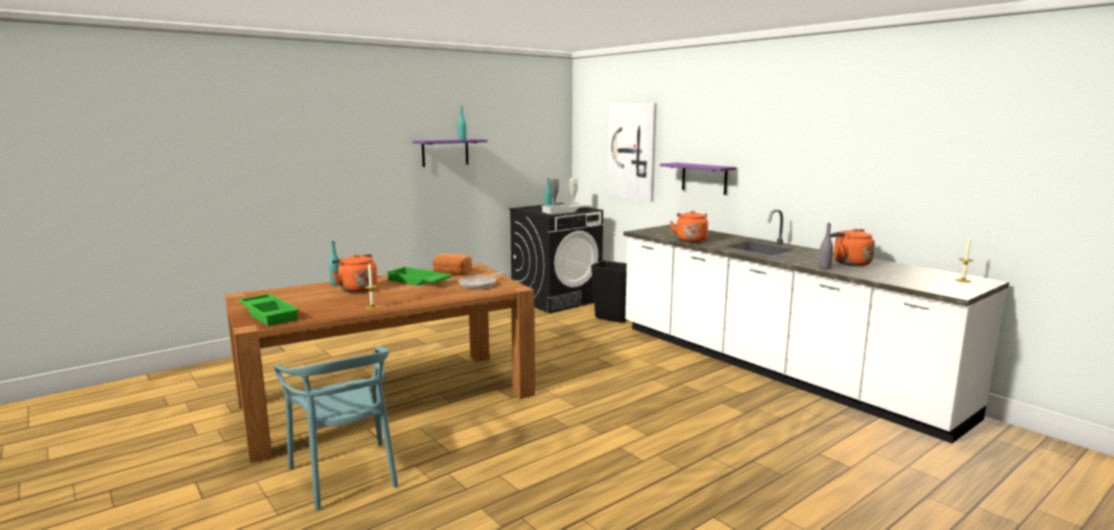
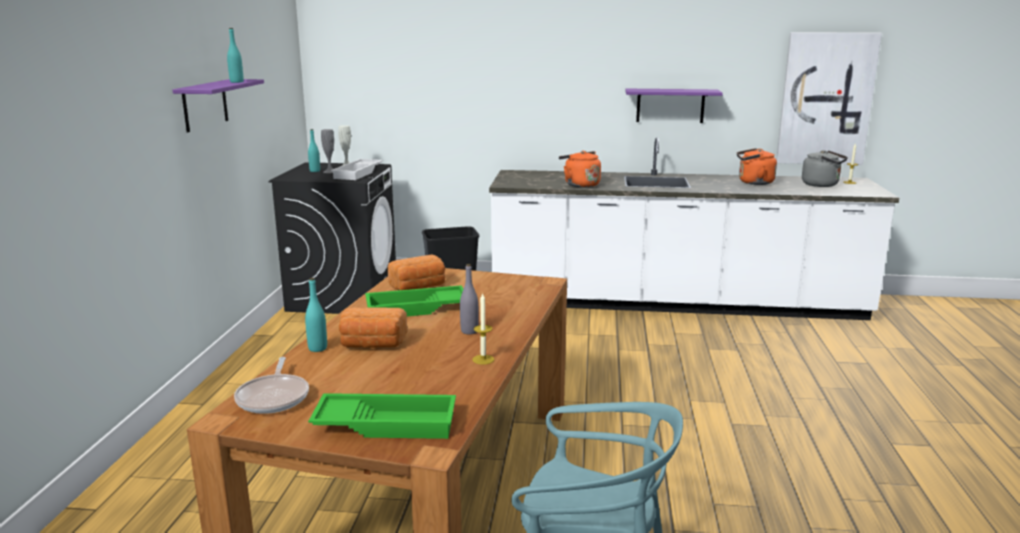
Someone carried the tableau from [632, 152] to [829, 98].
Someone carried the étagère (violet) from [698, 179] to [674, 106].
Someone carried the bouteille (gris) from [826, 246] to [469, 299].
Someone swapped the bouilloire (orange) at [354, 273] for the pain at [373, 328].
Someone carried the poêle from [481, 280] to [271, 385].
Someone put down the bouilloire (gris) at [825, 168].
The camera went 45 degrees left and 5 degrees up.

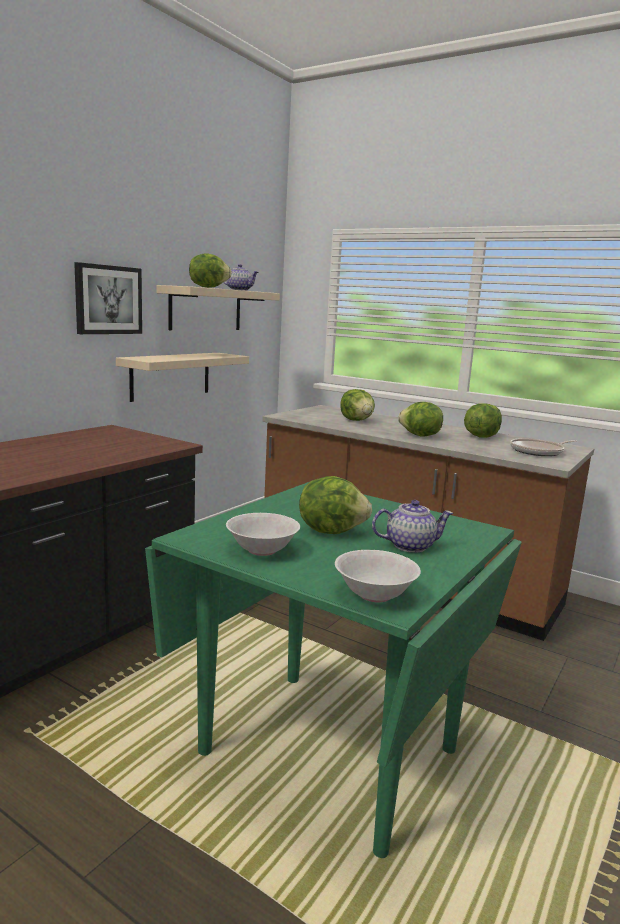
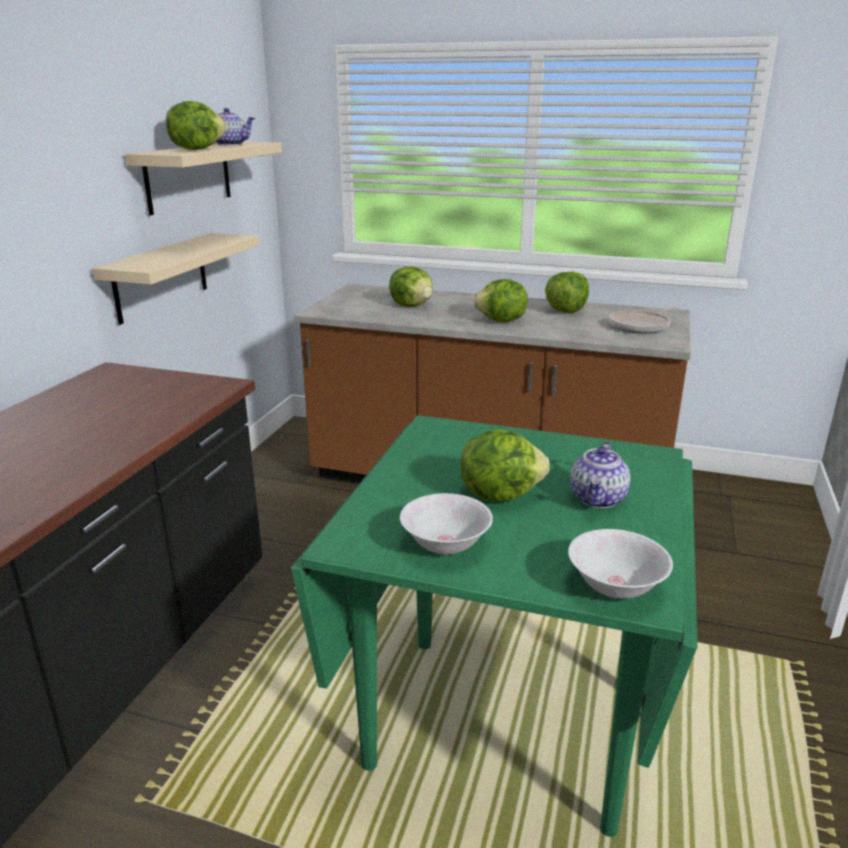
Someone took away the tableau at [108, 298].
Someone rotated the théière at [413, 526] by 135 degrees clockwise.
The camera went 15 degrees left and 10 degrees up.

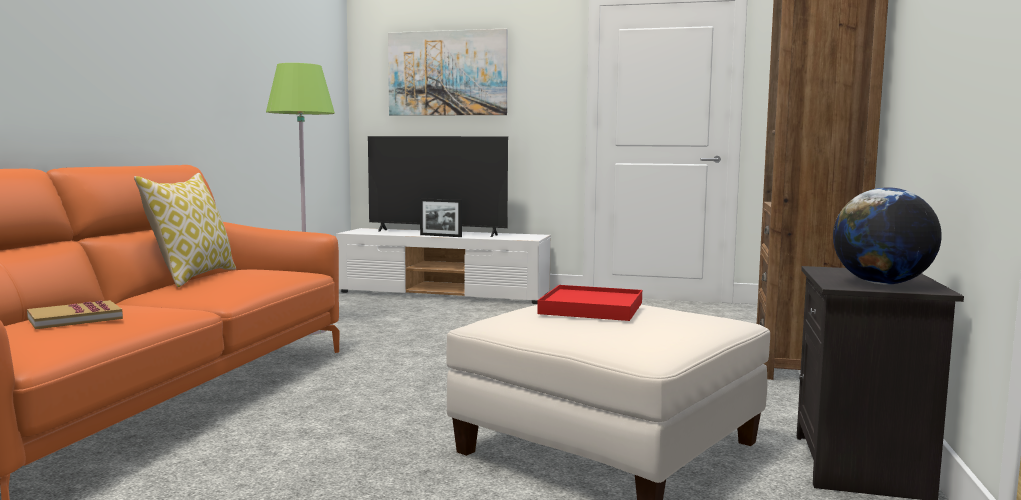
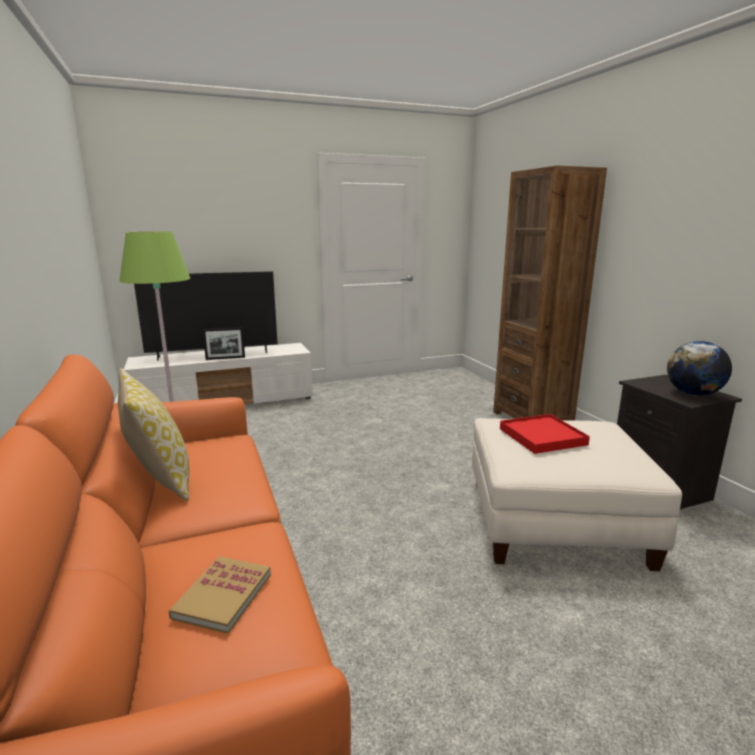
Someone took away the tableau at [448, 72].
The camera went 35 degrees left and 10 degrees up.

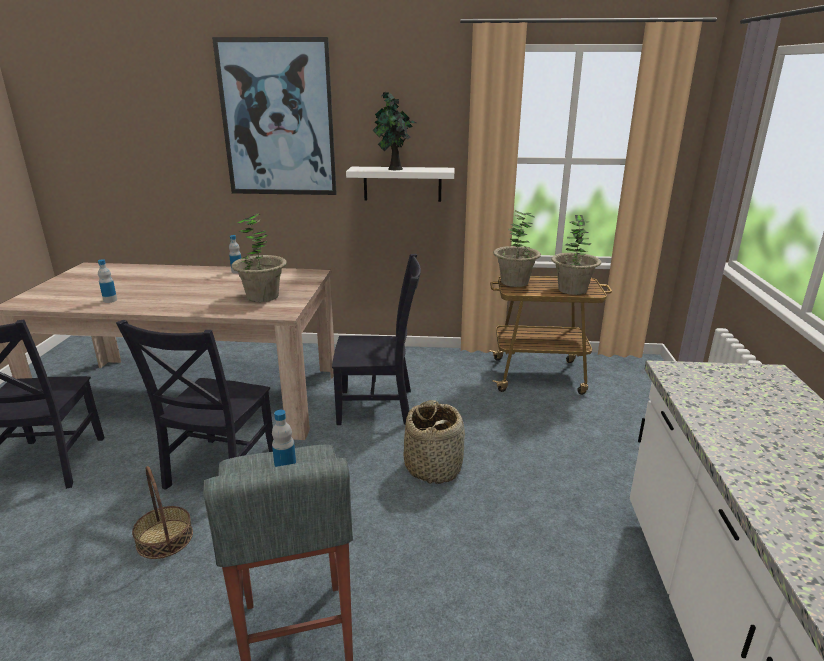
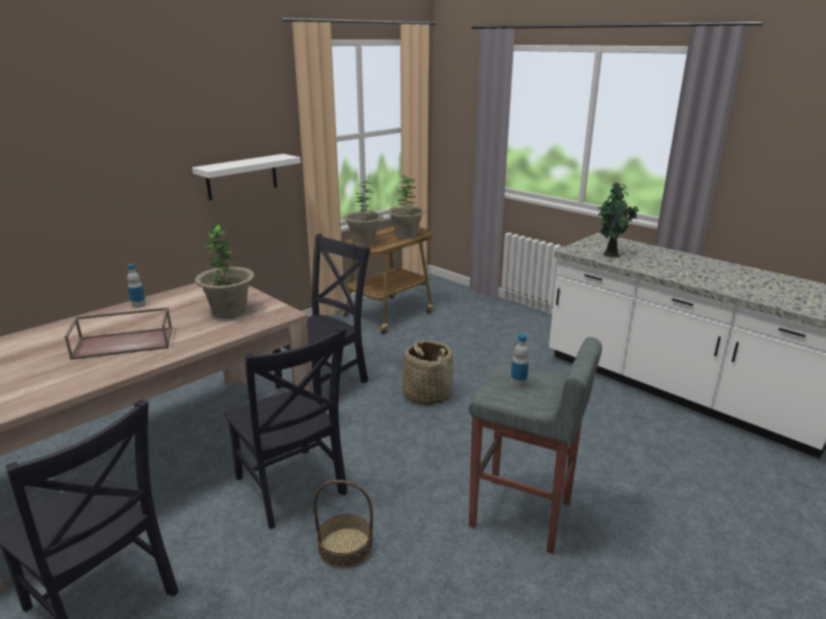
Someone took away the tableau at [274, 116].
Someone carried the plante en pot from [395, 131] to [618, 219].
Someone took away the bouteille at [107, 281].
Someone put down the plateau (marron) at [118, 333].
The camera went 50 degrees left and 0 degrees up.

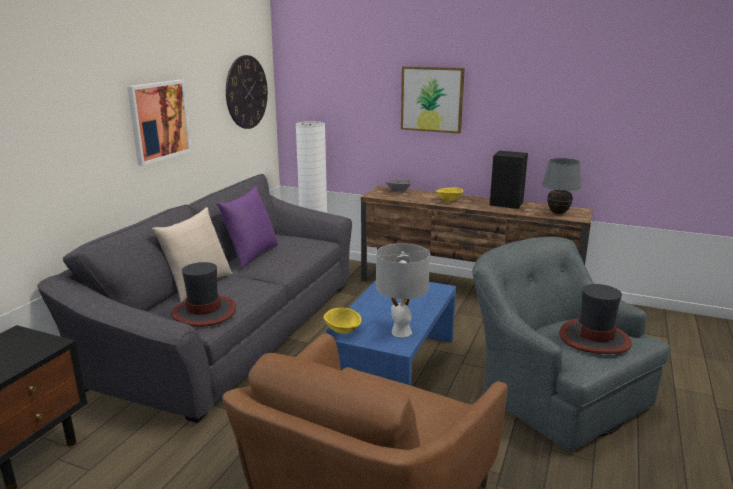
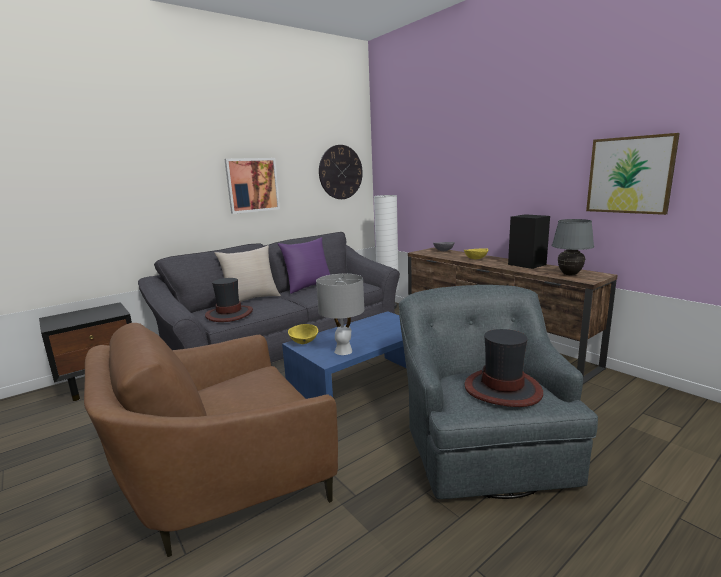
Someone carried the tableau from [433, 99] to [633, 174].
The camera went 30 degrees right and 5 degrees down.

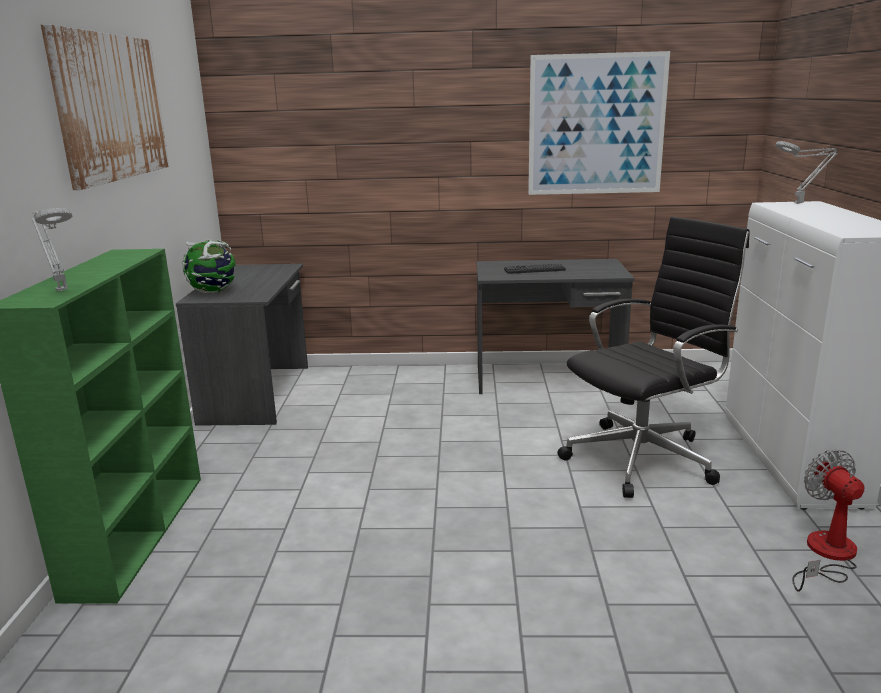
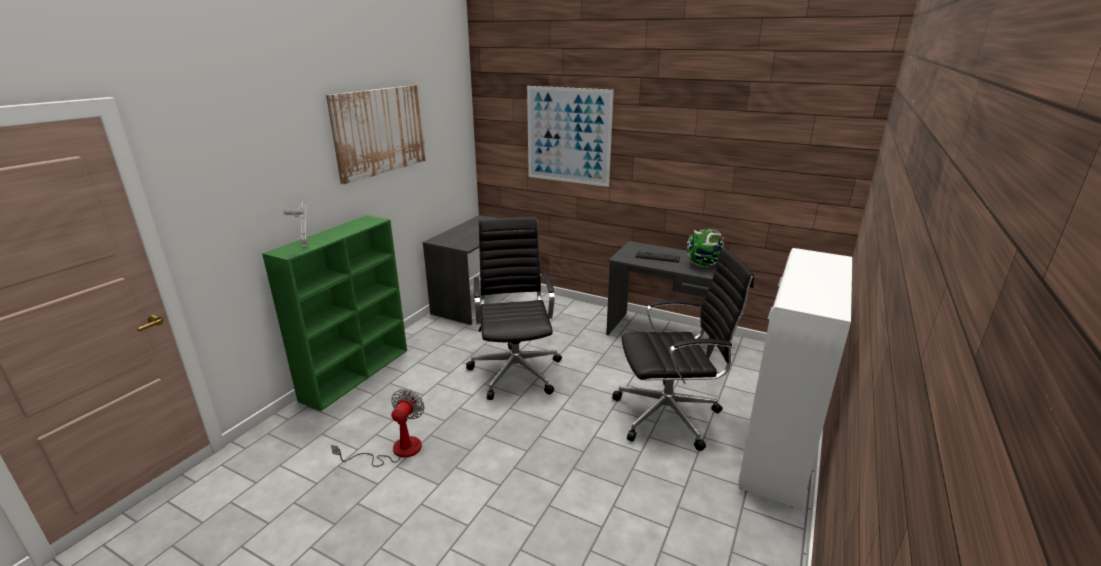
Someone carried the tableau from [599, 123] to [570, 136].
Someone took away the lampe de table (gris) at [806, 172].
Someone carried the globe from [208, 266] to [705, 248].
Someone carried the ventilateur from [828, 520] to [378, 428].
Someone put down the chaise de bureau (noir) at [514, 308].
The camera went 25 degrees right and 5 degrees up.

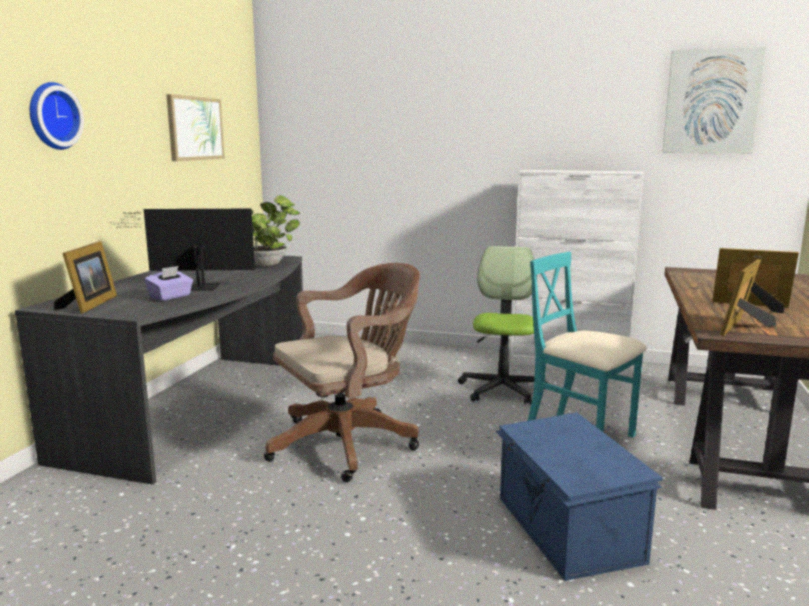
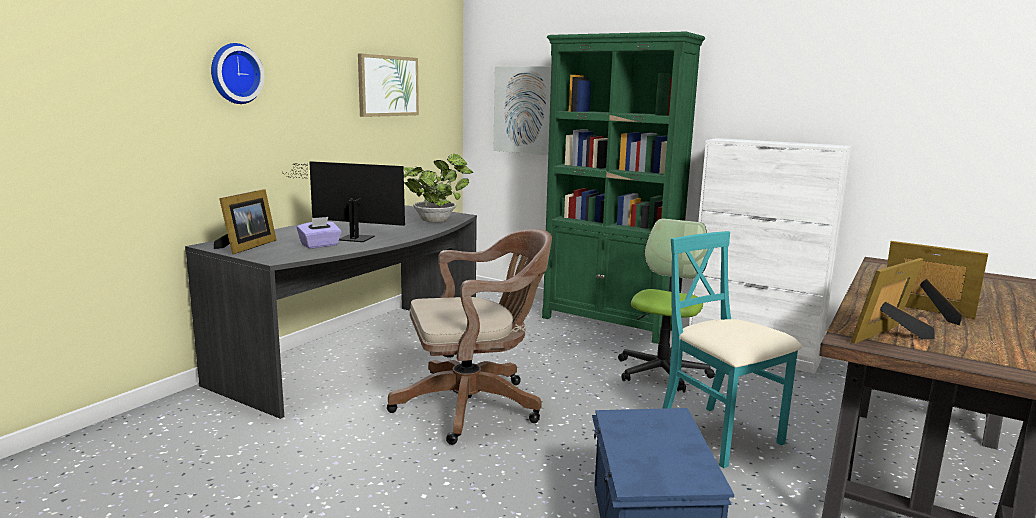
Someone carried the tableau from [714, 100] to [522, 110].
Someone put down the bibliothèque (vert) at [623, 188].
The camera went 15 degrees right and 0 degrees up.

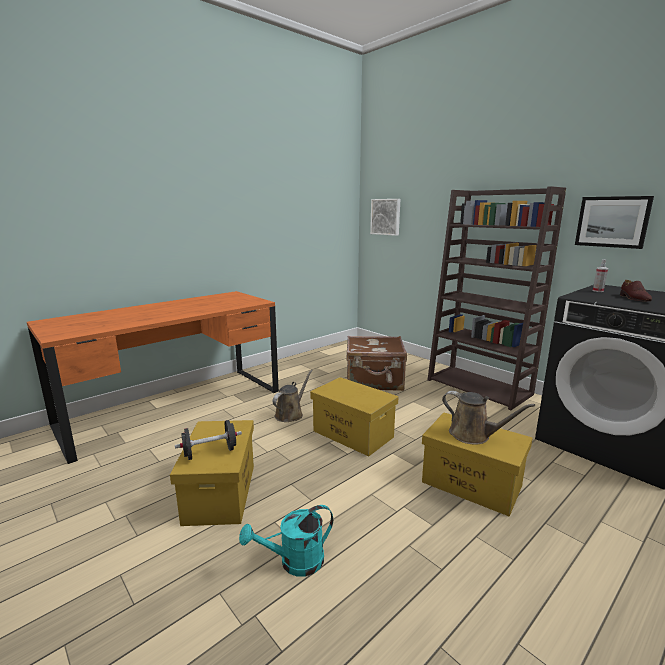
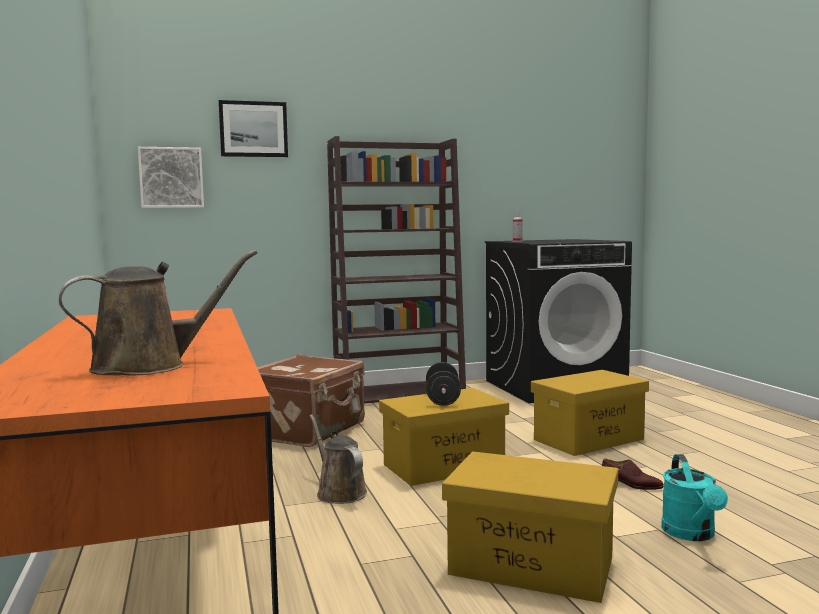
Someone carried the tableau from [614, 222] to [253, 128].
Someone carried the chaussure (marron) from [636, 290] to [633, 474].
Someone carried the arrosoir (marron) from [488, 418] to [158, 312].
Someone carried the haltère (noir) from [208, 440] to [443, 384].
The camera went 65 degrees left and 10 degrees down.

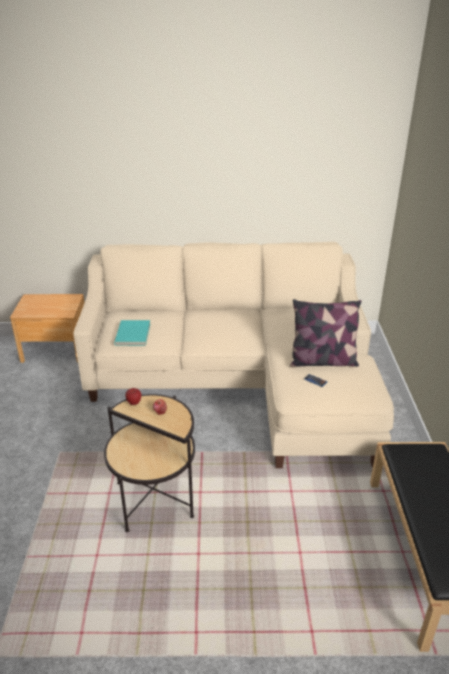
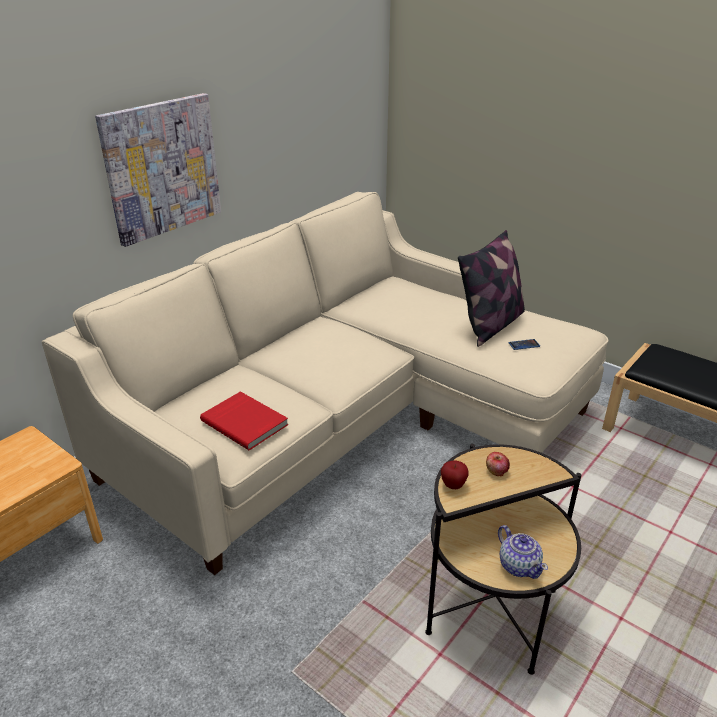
Someone repainted the livre (turquoise) at [132, 333], which became the livre (rouge) at [244, 420].
Someone put up the tableau at [158, 170].
Someone put down the théière at [523, 552].
The camera went 50 degrees left and 0 degrees up.

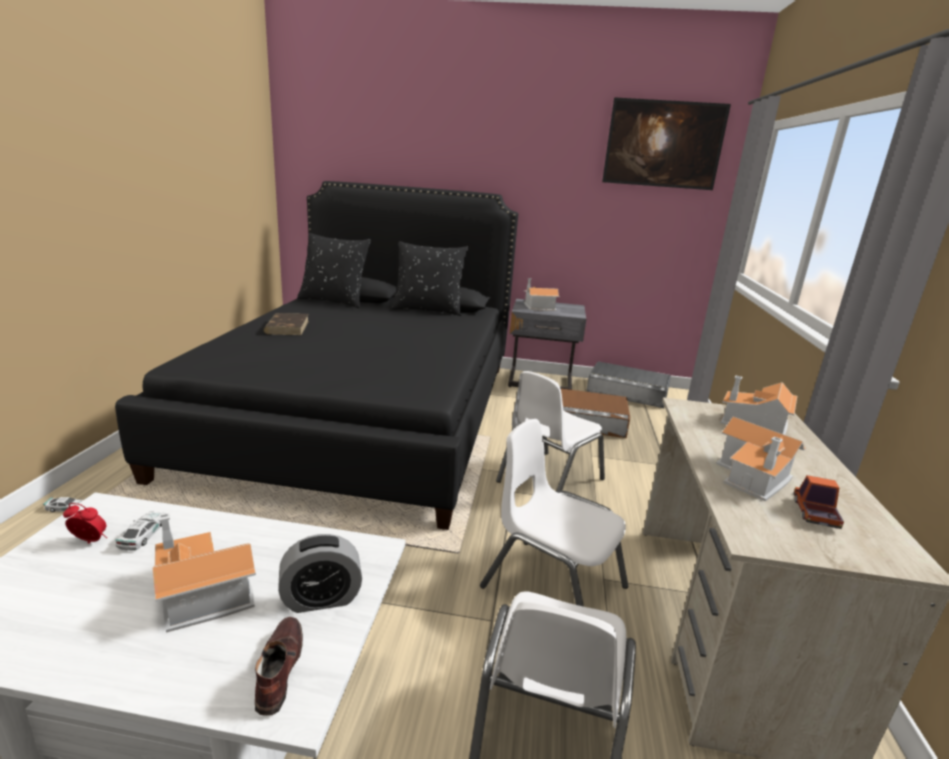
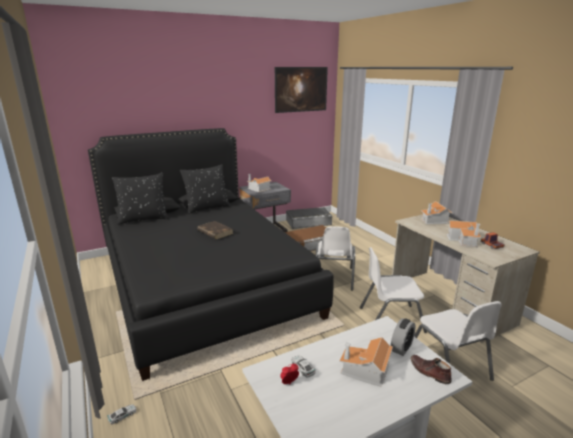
Someone carried the livre (marron) from [286, 324] to [215, 230].
The camera went 35 degrees left and 0 degrees up.

